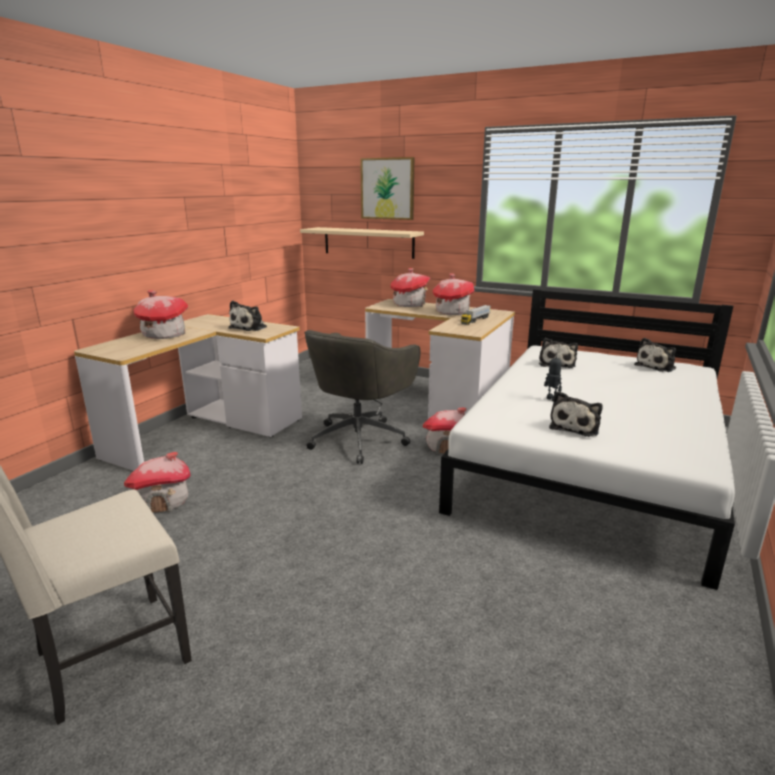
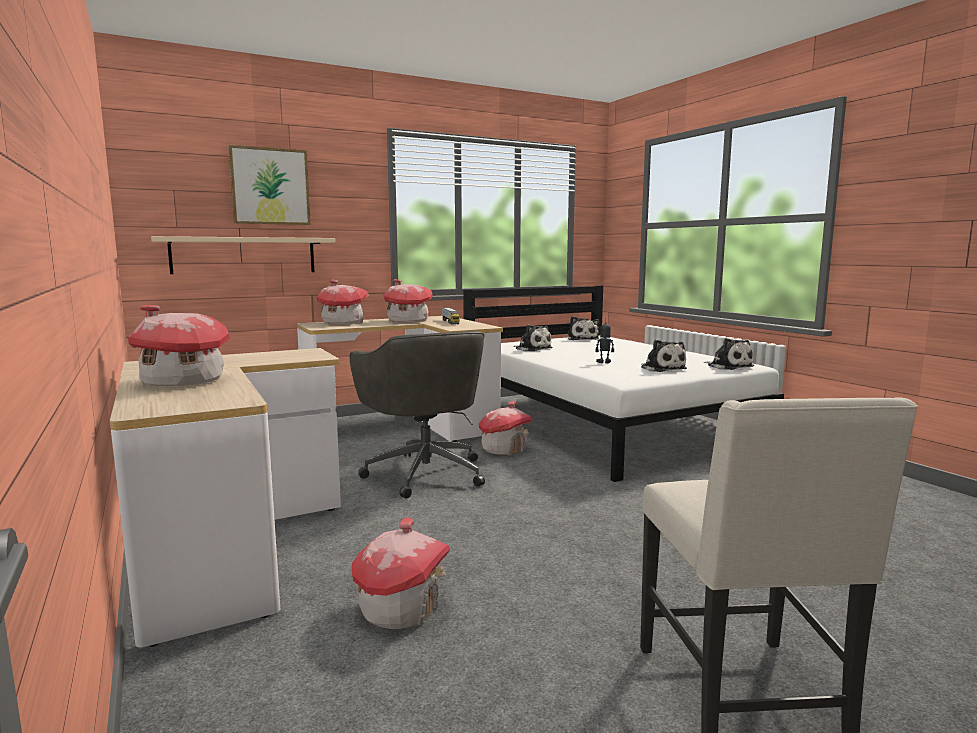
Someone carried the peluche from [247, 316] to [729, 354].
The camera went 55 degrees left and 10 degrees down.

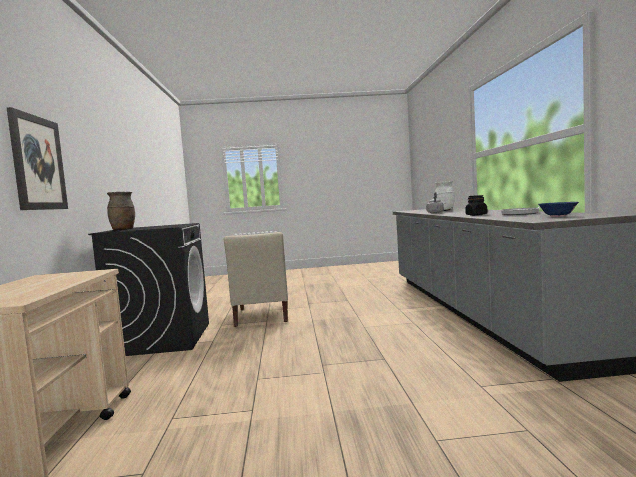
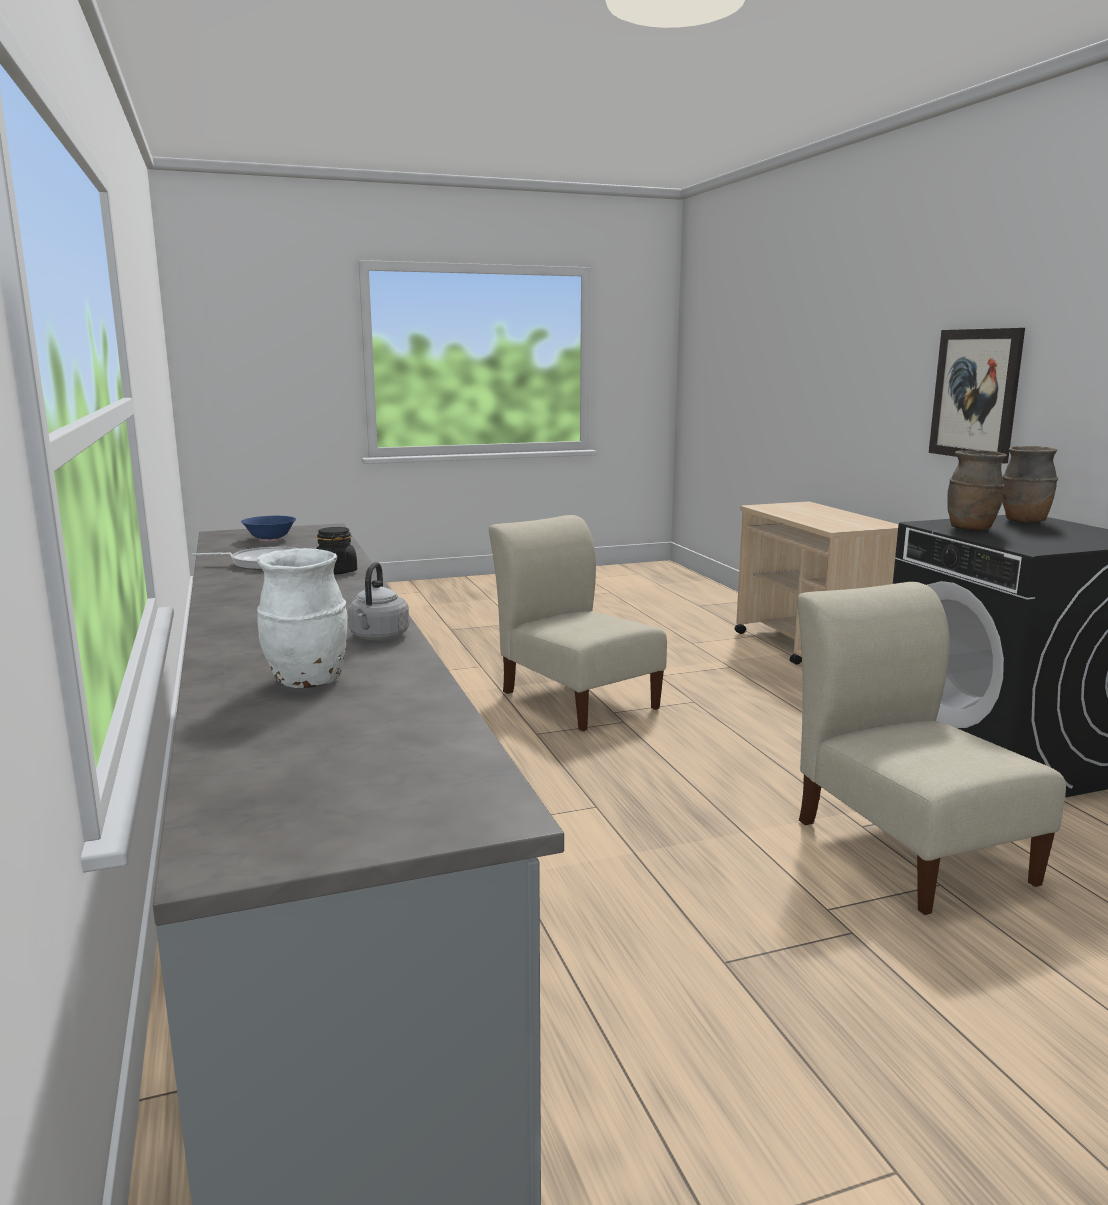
Someone put down the vase (marron) at [977, 490].
Someone put down the chaise (beige) at [578, 623].
The camera went 165 degrees right and 10 degrees up.

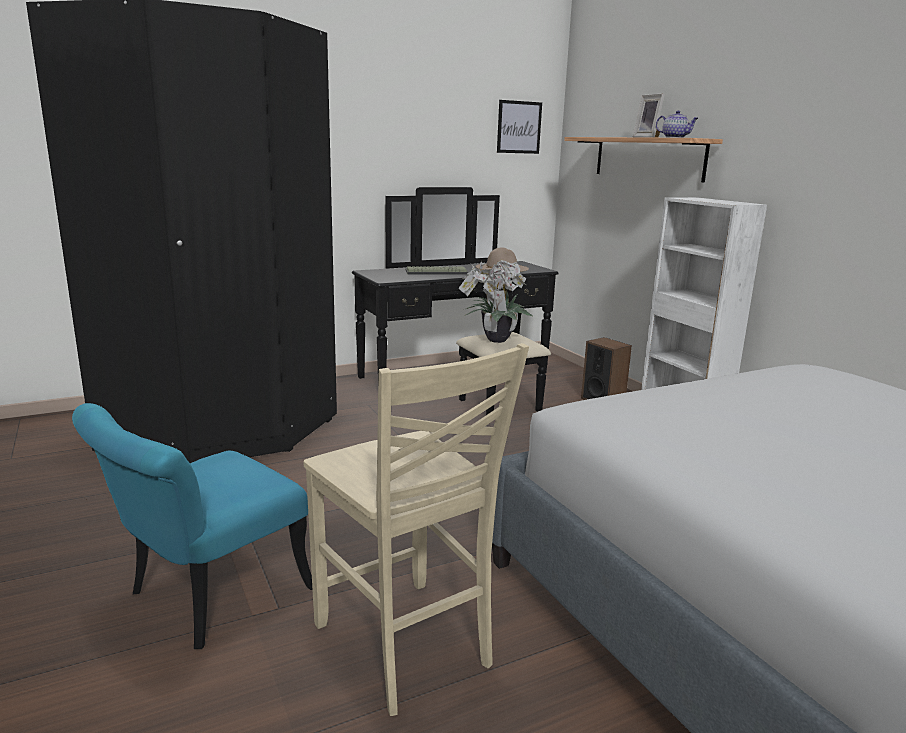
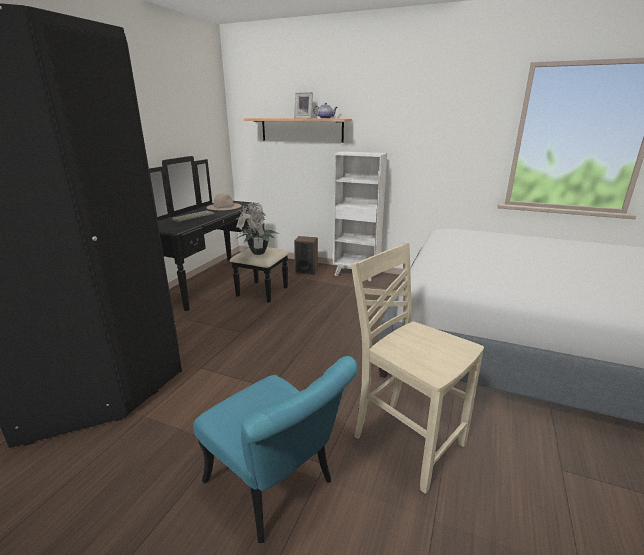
Someone took away the tableau at [519, 127].
Someone rotated the chaise (beige) at [416, 529] by 150 degrees counterclockwise.
Someone rotated the chaise (turquoise) at [192, 526] by 45 degrees counterclockwise.
The camera went 40 degrees left and 5 degrees up.

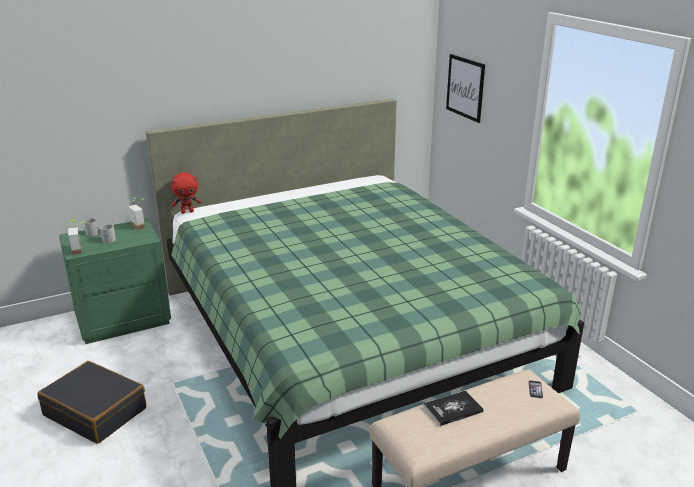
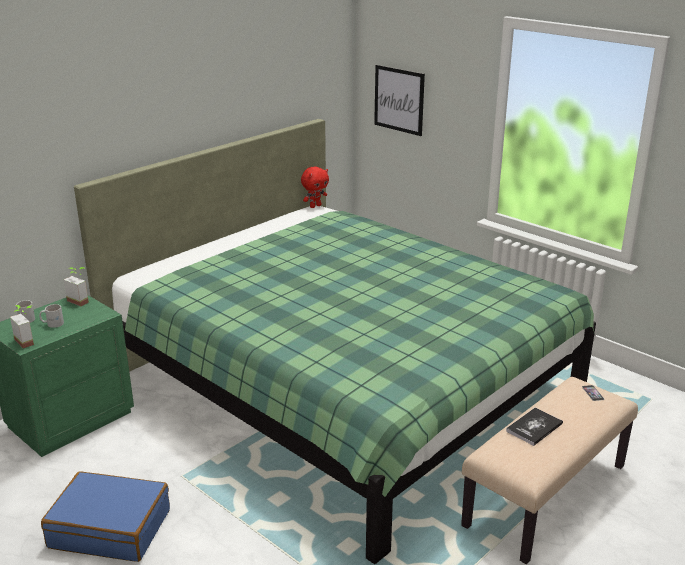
Someone carried the peluche (rouge) from [186, 193] to [315, 187].
Someone repainted the valise (noir) at [91, 402], which became the valise (bleu) at [105, 516].
The camera went 20 degrees left and 0 degrees up.

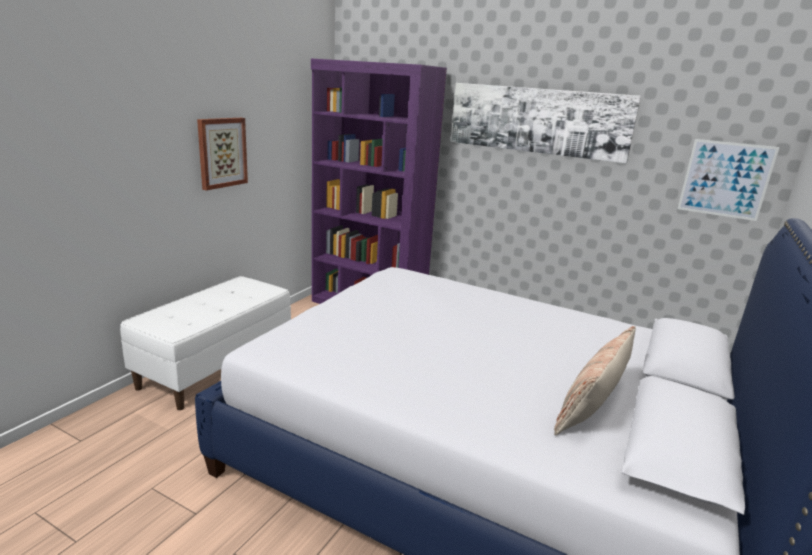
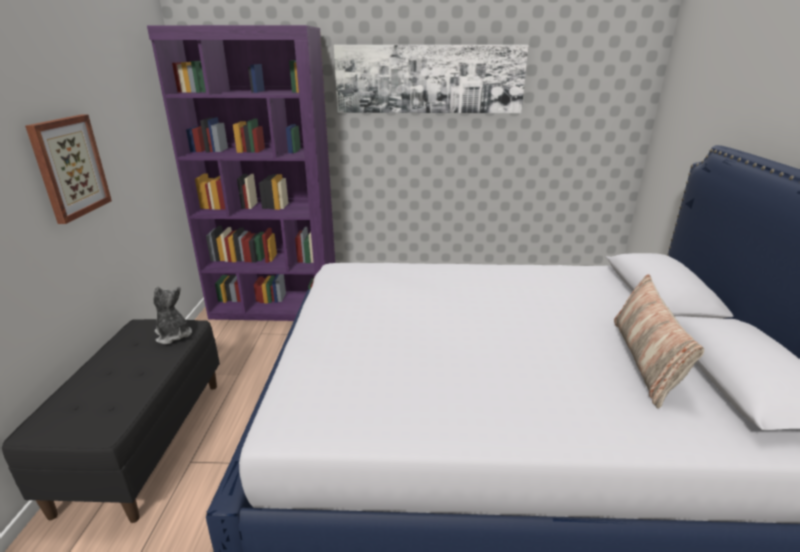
Someone took away the tableau at [728, 180].
Someone repainted the banc (blanc) at [205, 343], which became the banc (noir) at [111, 421].
Someone put down the peluche at [172, 315].
The camera went 25 degrees left and 5 degrees up.

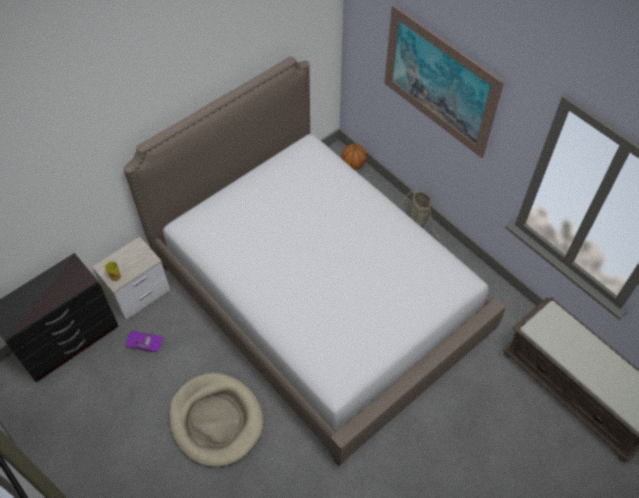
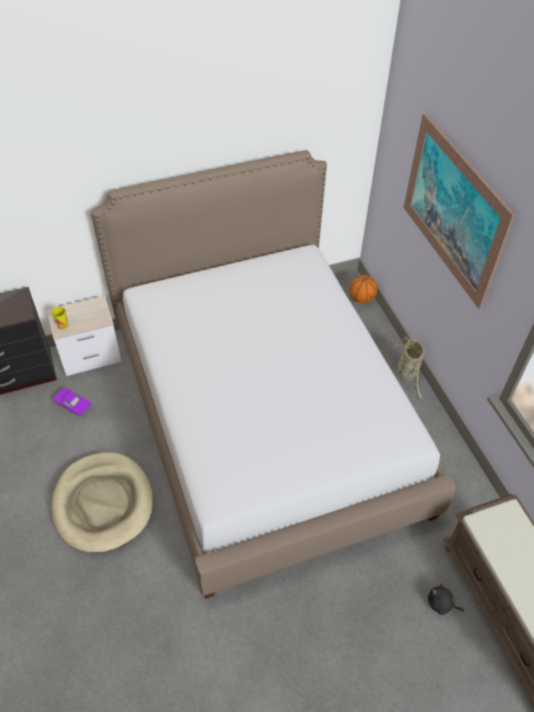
Someone put down the peluche (noir) at [446, 599].
The camera went 20 degrees right and 5 degrees down.

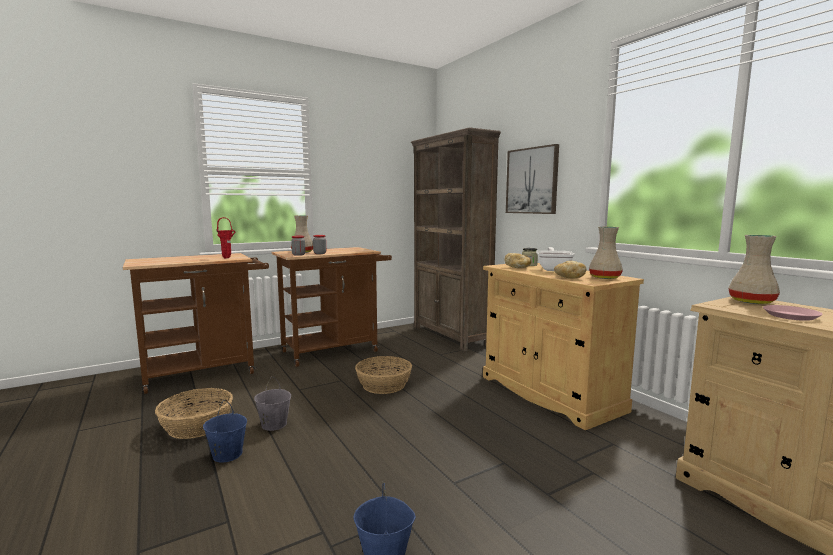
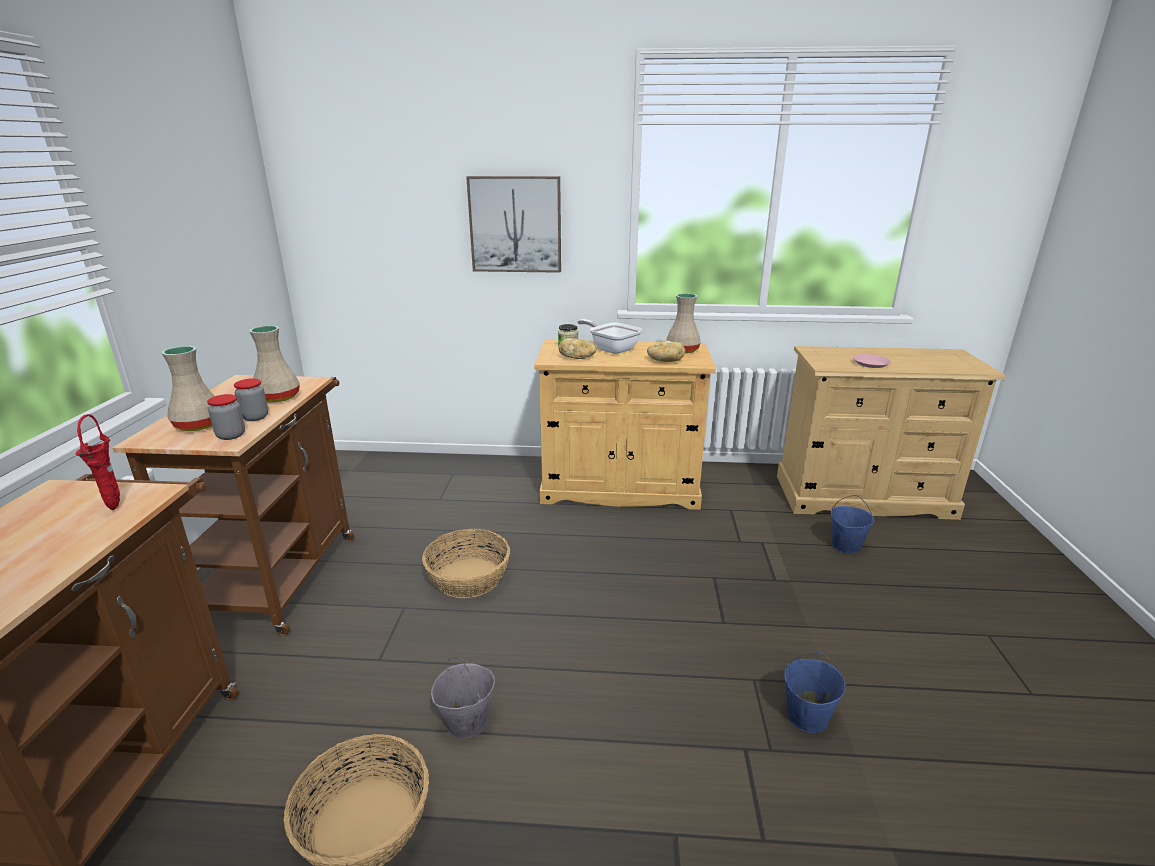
Someone took away the bibliothèque (marron) at [456, 239].
Someone carried the vase (beige) from [754, 269] to [274, 364].
Someone carried the seau (bleu) from [225, 431] to [852, 524].
The camera went 55 degrees left and 15 degrees up.

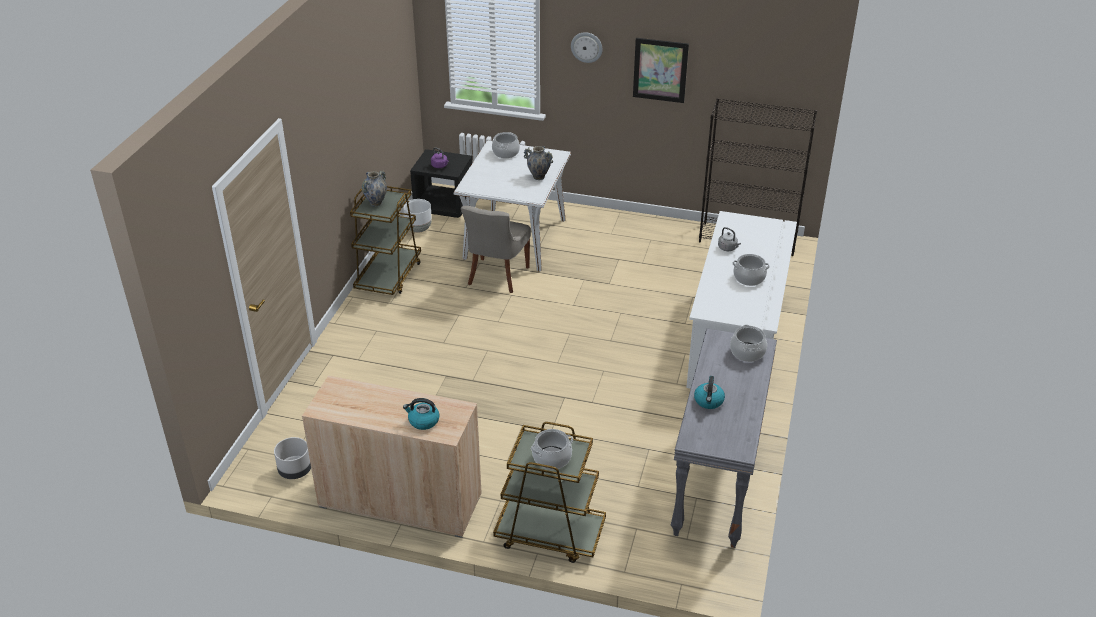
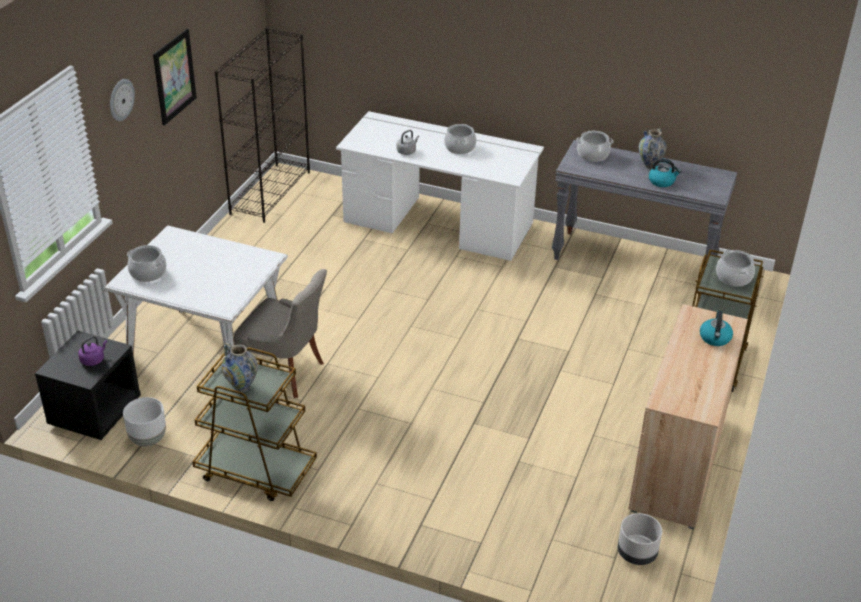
Someone carried the vase from [538, 163] to [653, 148].
The camera went 85 degrees left and 0 degrees up.

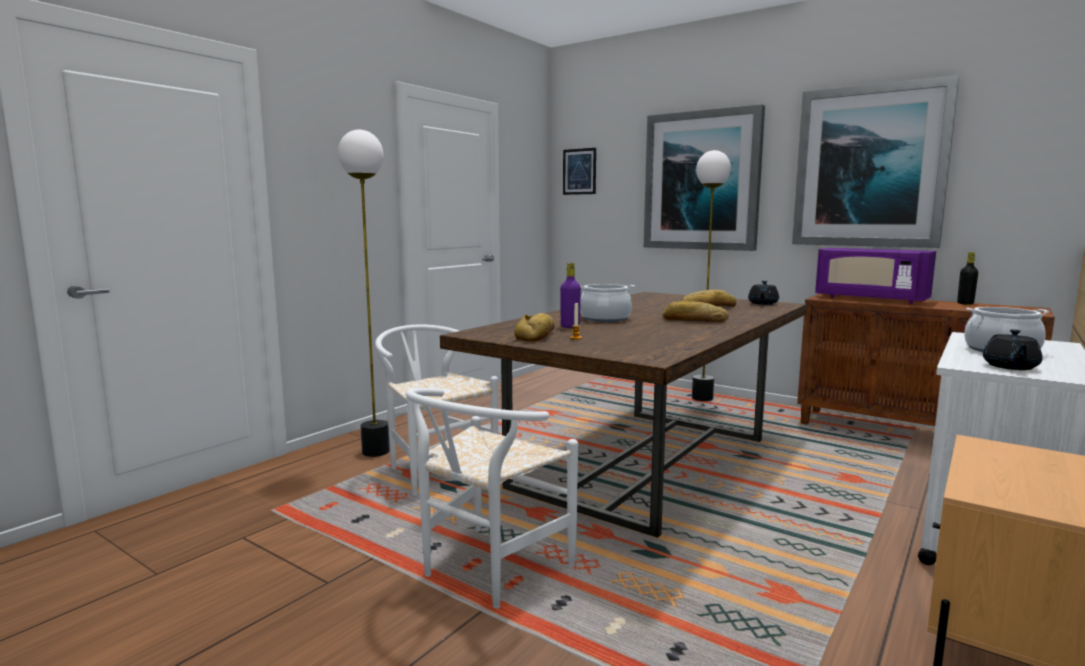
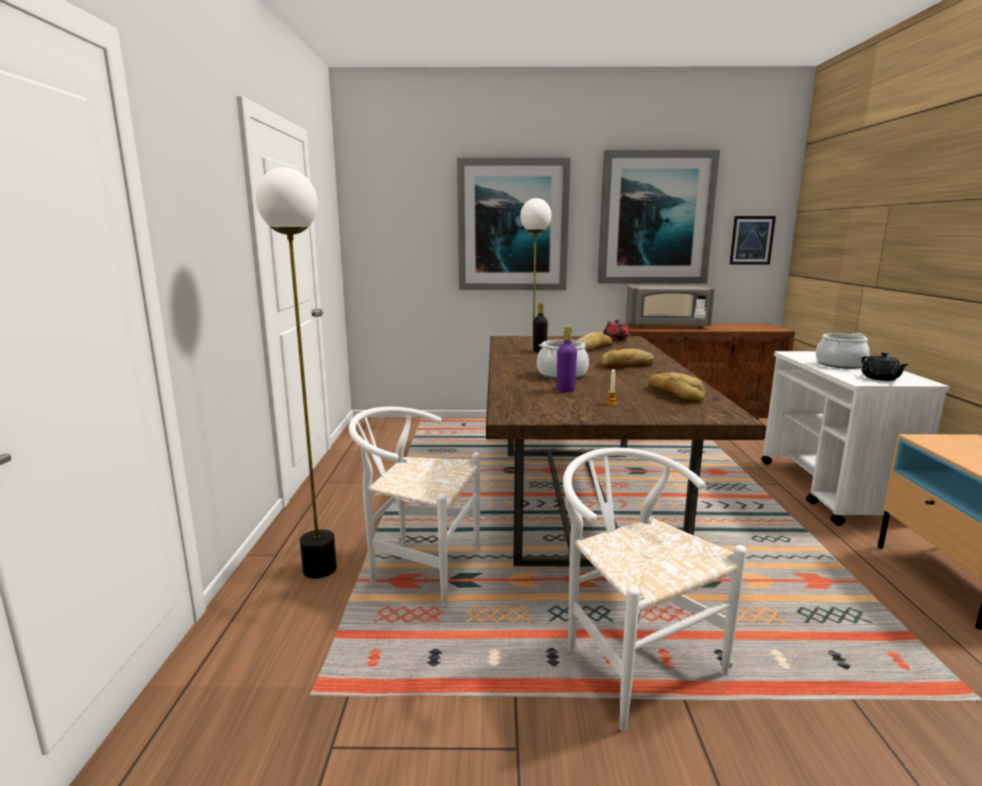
Someone carried the tableau from [579, 171] to [752, 240].
Someone repainted the micro-ondes (violet) at [875, 276], which became the micro-ondes (gris) at [670, 306].
Someone carried the bouteille (noir) from [967, 278] to [540, 328].
Someone repainted the théière (noir) at [763, 293], which became the théière (rouge) at [616, 330].
Someone carried the pain from [534, 327] to [676, 387].
Someone rotated the chaise (blanc) at [492, 498] by 150 degrees clockwise.
The camera went 35 degrees left and 5 degrees up.

